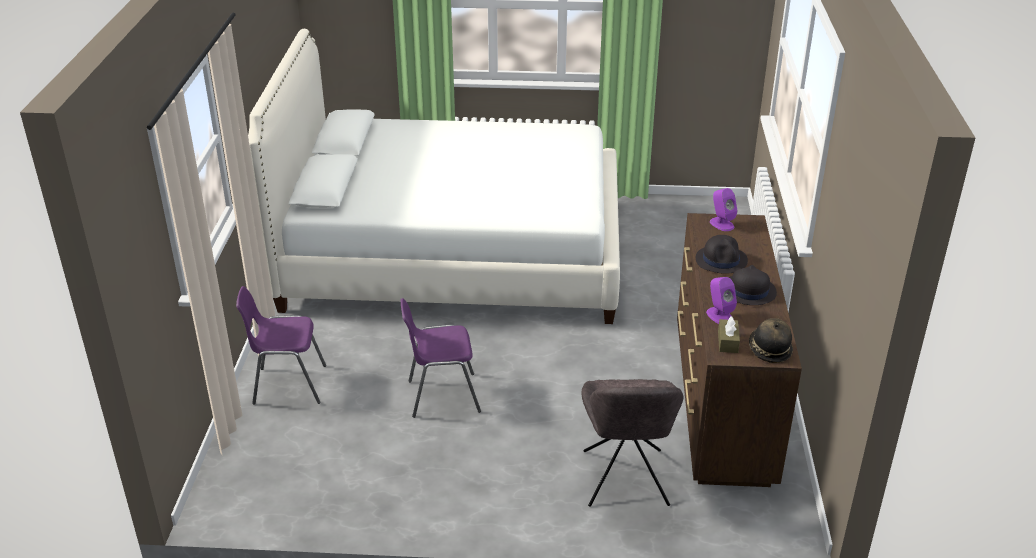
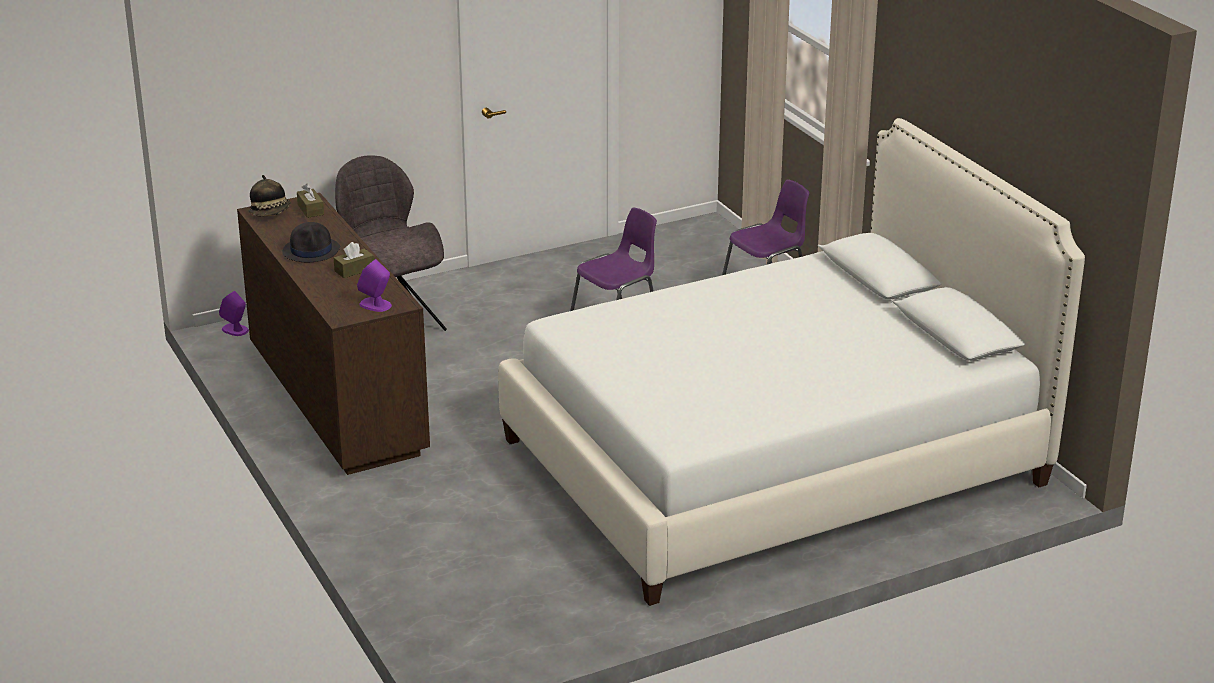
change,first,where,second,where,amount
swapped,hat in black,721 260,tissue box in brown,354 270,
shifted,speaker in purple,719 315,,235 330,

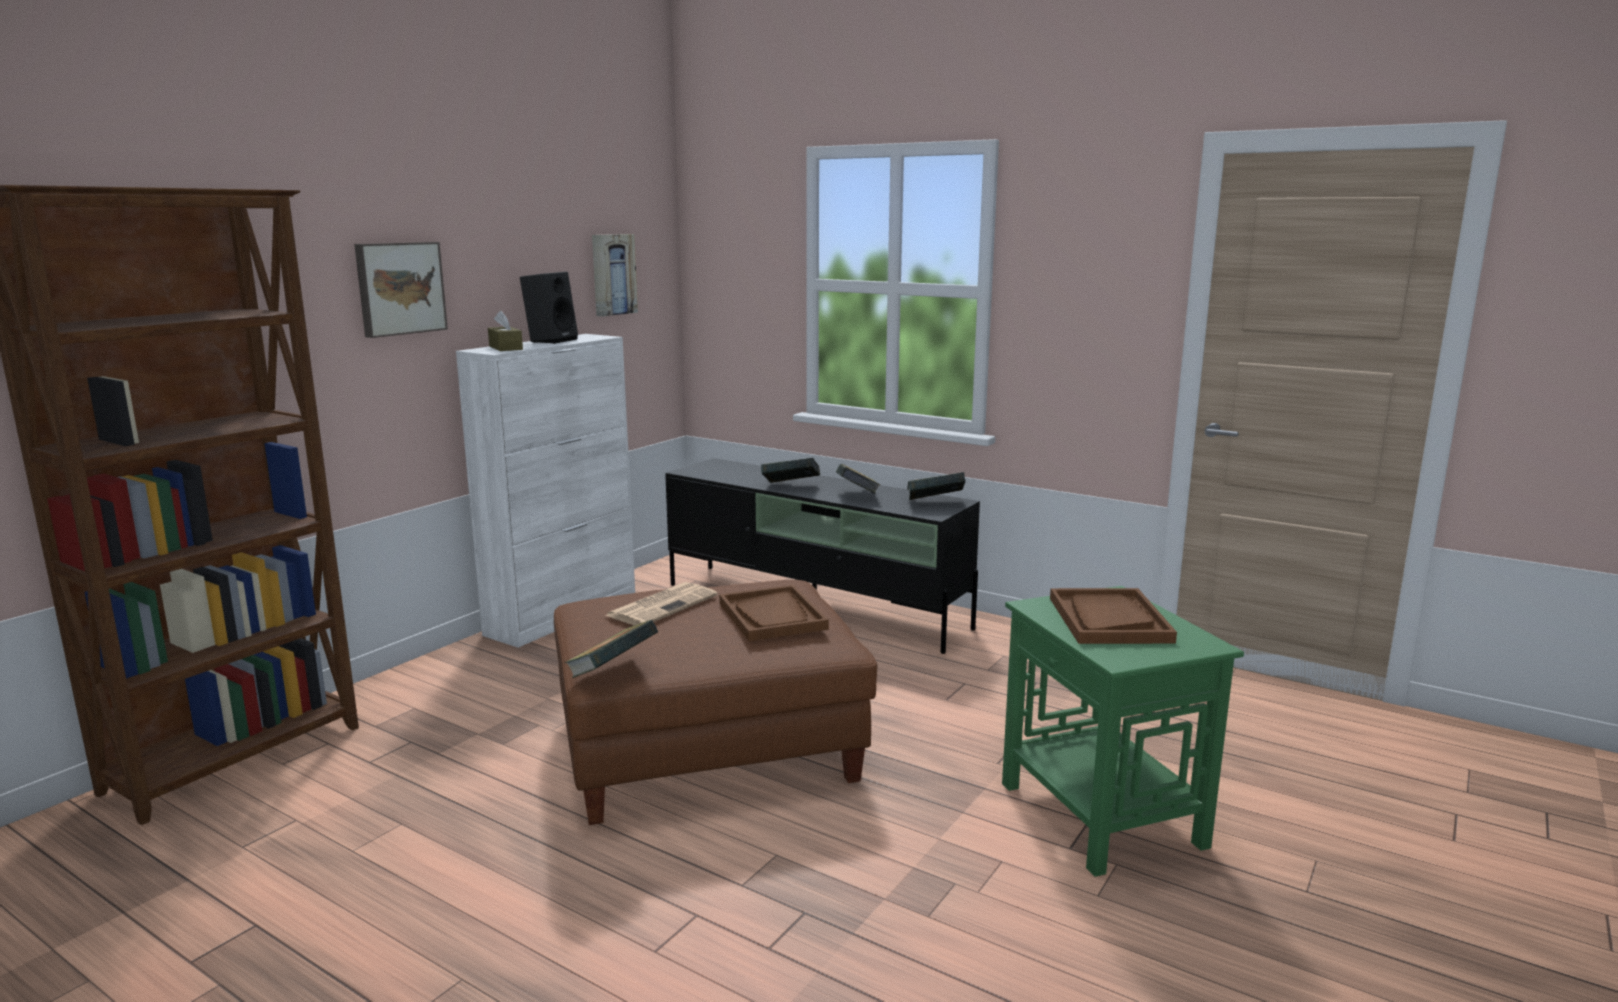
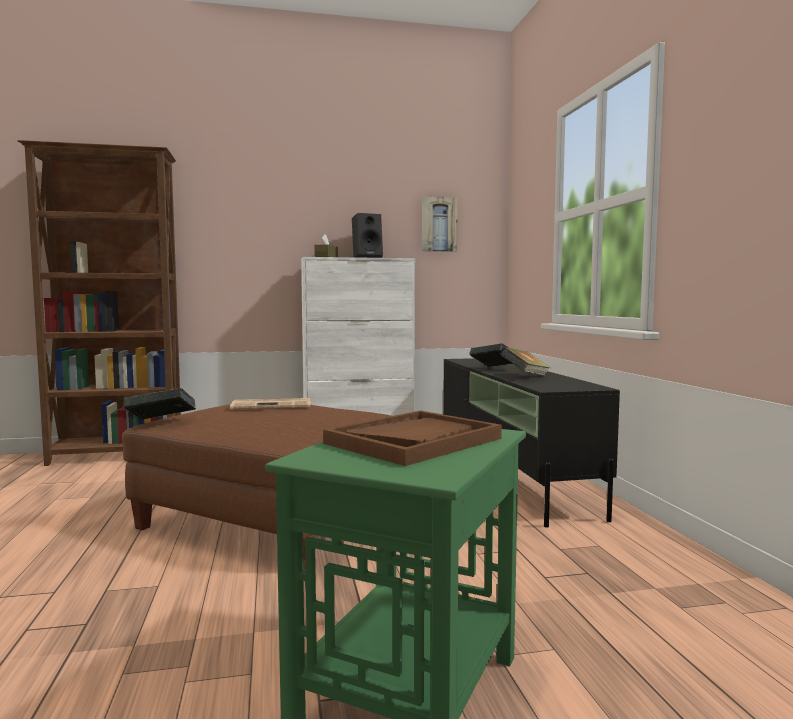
change,first,where,second,where,amount
gone,picture,399 288,,,
gone,tray in brown,772 616,,,
gone,book,934 503,,,

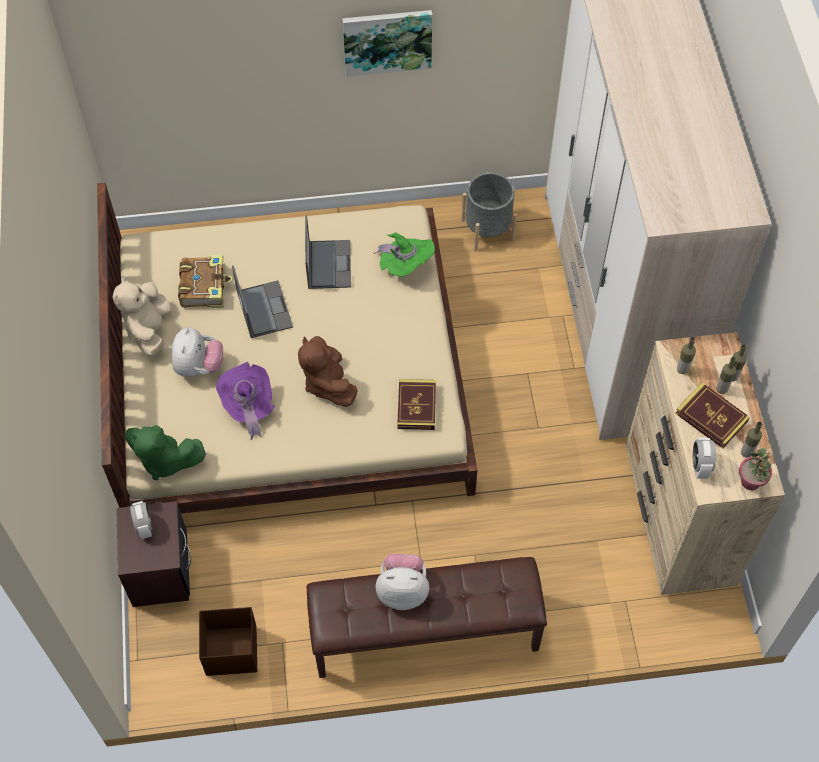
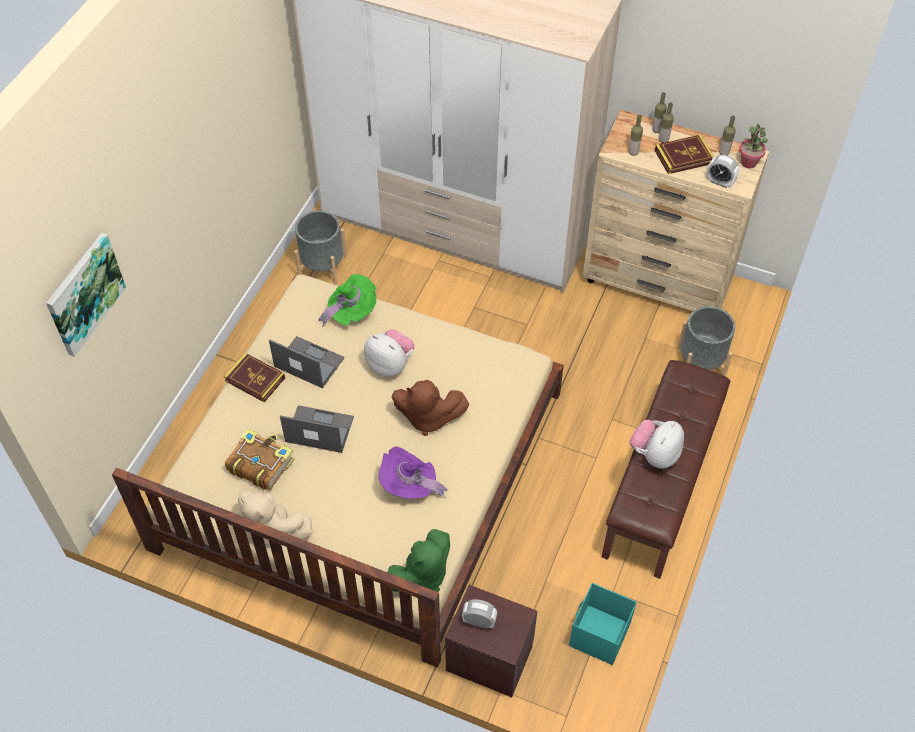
change,first,where,second,where,amount
shifted,plush toy,198 366,,390 365,
repainted,storage box in brown,230 650,storage box in turquoise,599 635,
shifted,picture,387 41,,84 293,
shifted,book,416 406,,255 379,
new,,,planter in grey,700 362,

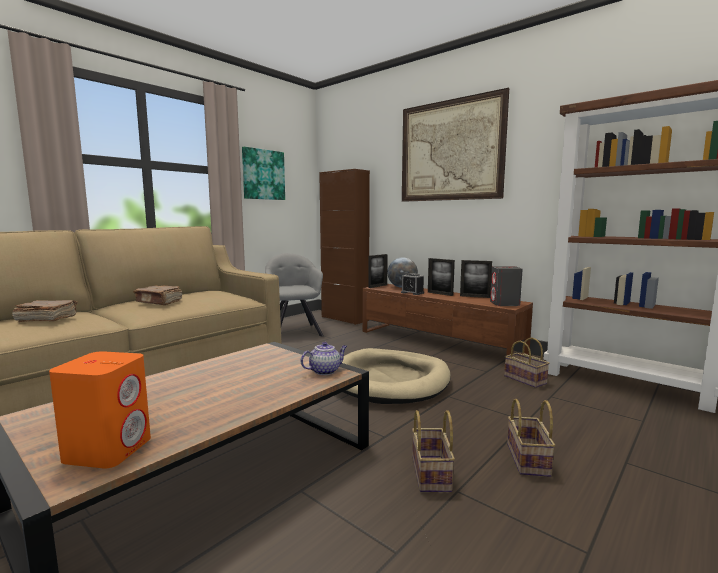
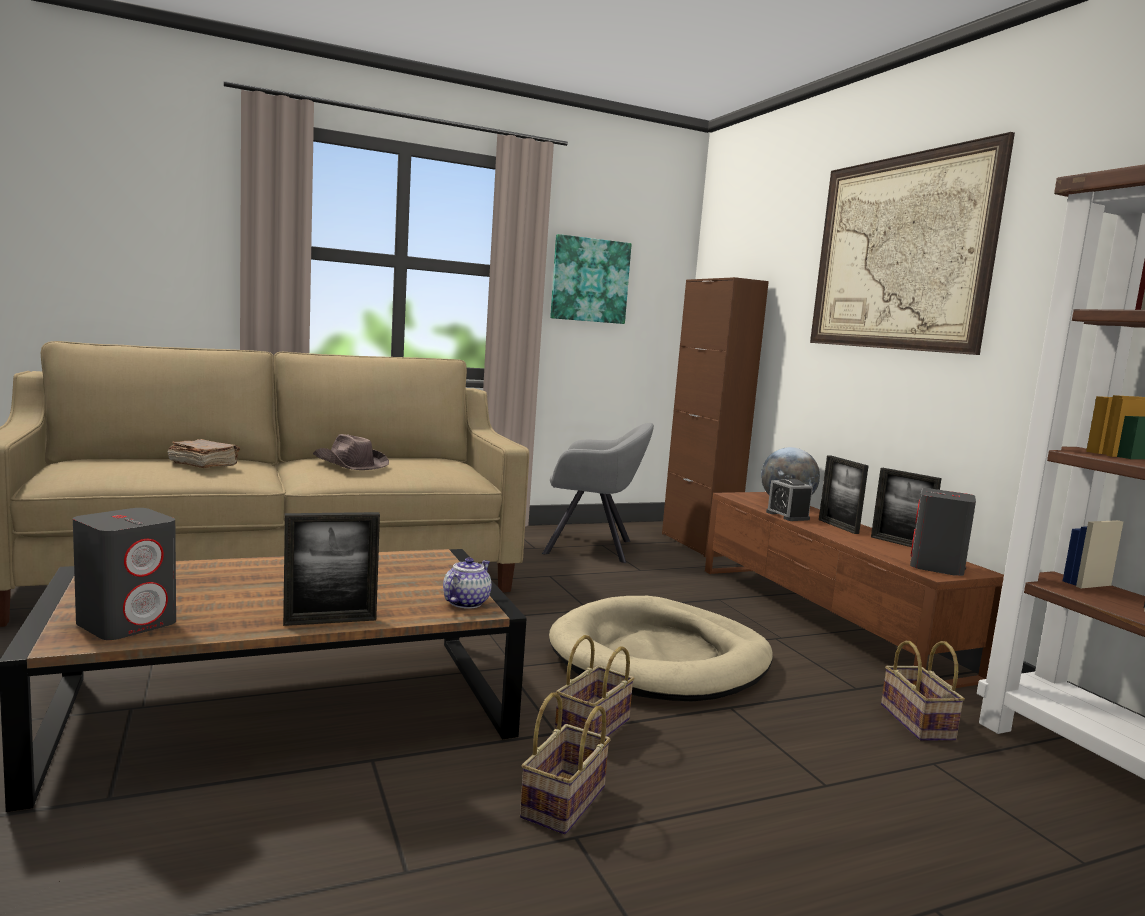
change,first,where,second,where,amount
repainted,speaker in orange,109 449,speaker in grey,128 623,
swapped,book in brown,159 302,hat in brown,350 464,
rotated,armchair in grey,294 331,,592 547,90 degrees clockwise
rotated,teapot,325 371,,466 602,60 degrees counterclockwise
shifted,picture frame,378 286,,330 621,
shifted,basket,529 460,,593 729,

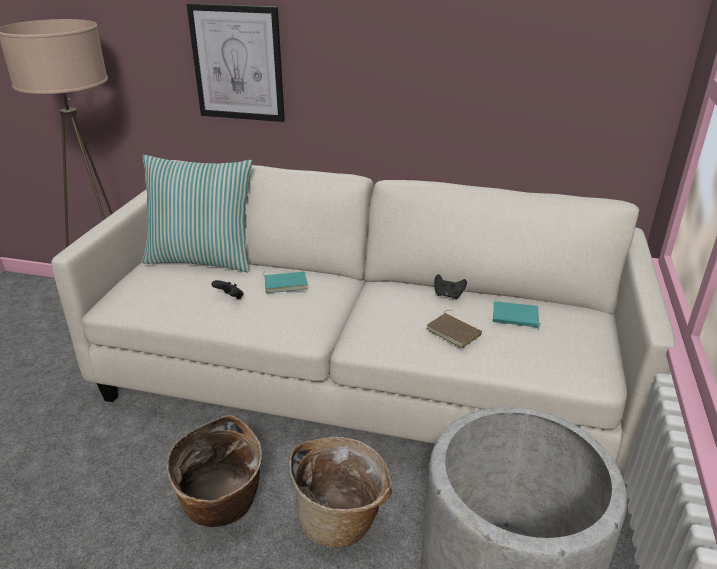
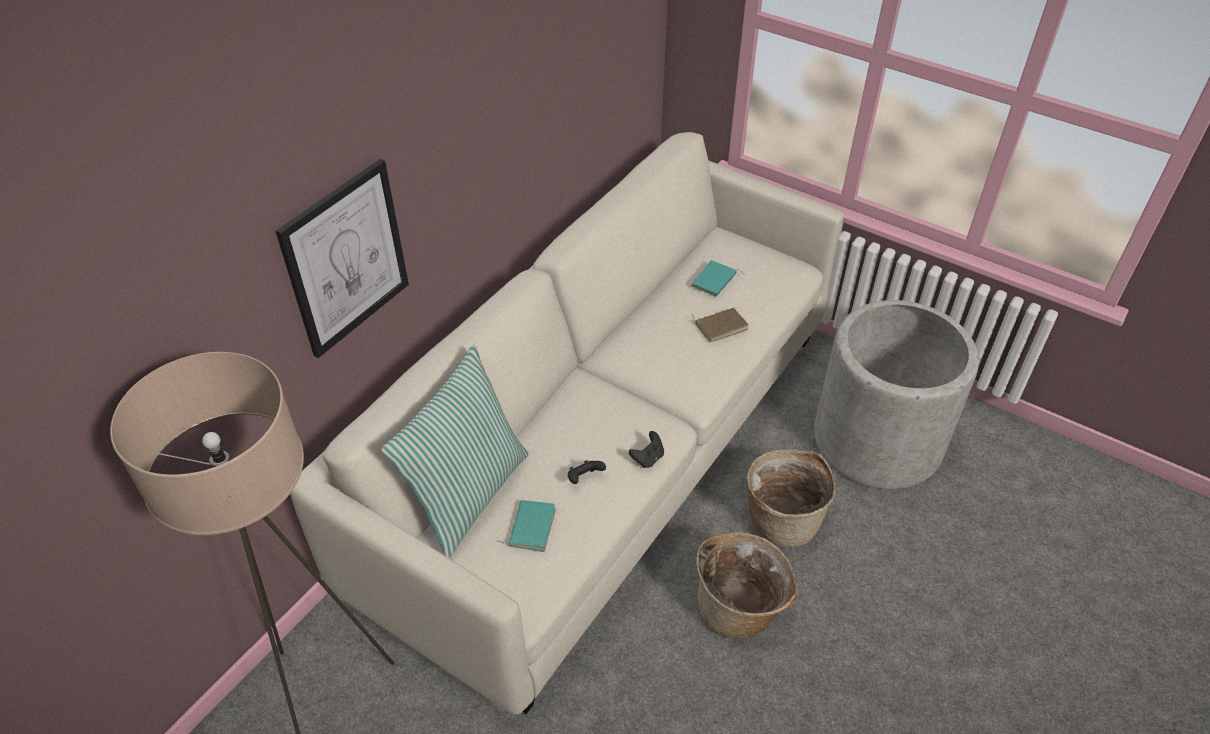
change,first,where,second,where,amount
shifted,book in turquoise,285 283,,530 527,
shifted,game controller in black,448 295,,648 458,

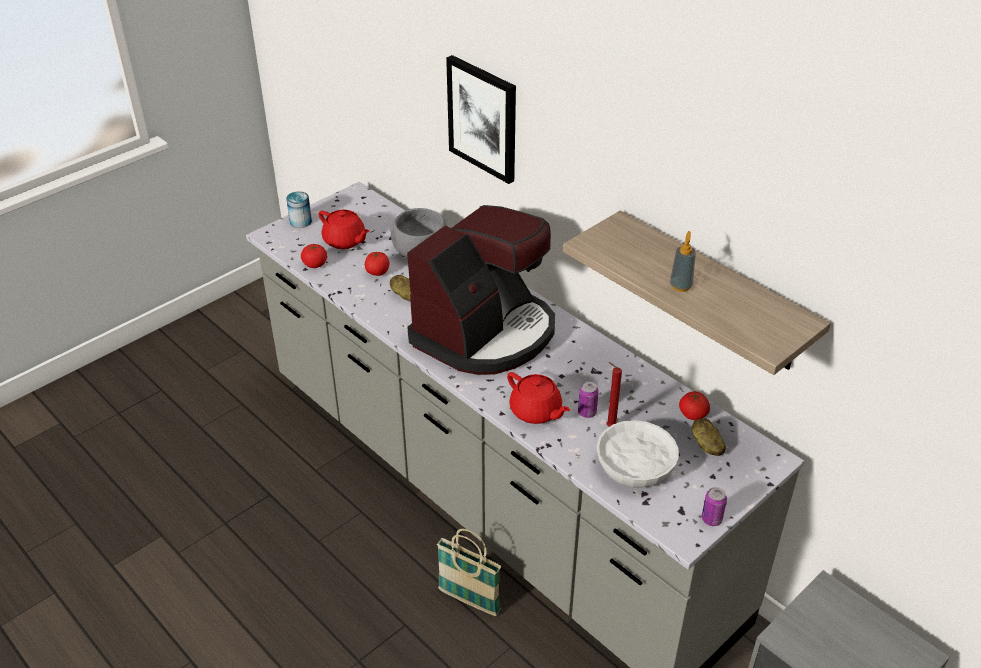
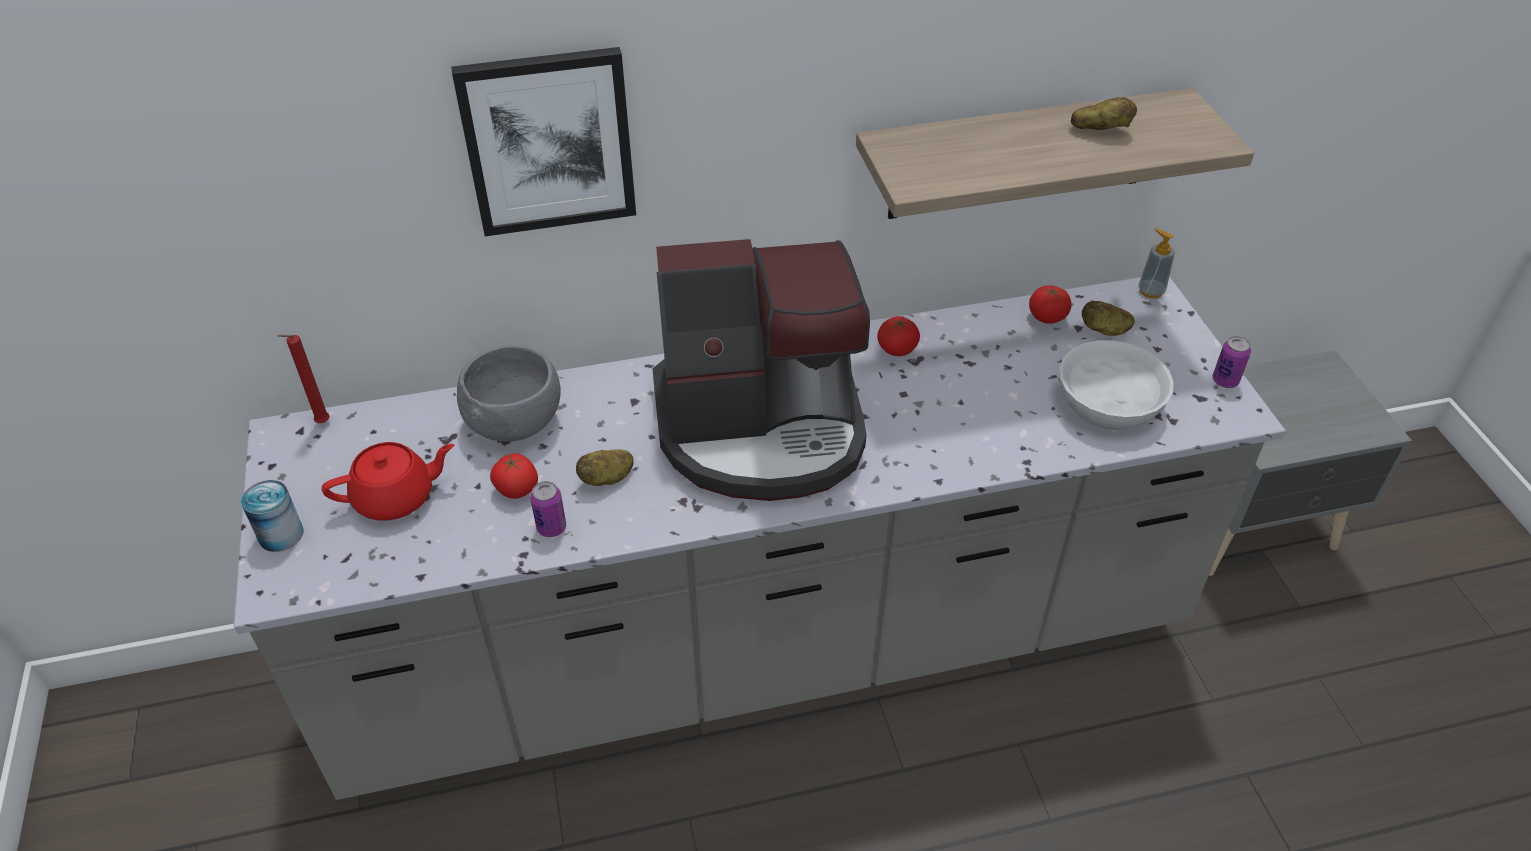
change,first,where,second,where,amount
shifted,tomato,315 264,,897 349,
rotated,coffee machine,486 333,,762 428,105 degrees clockwise
gone,basket,469 601,,,
gone,teapot in red,536 411,,,
shifted,can,587 412,,551 528,
shifted,candle in red,609 426,,321 423,
shifted,soap dispenser,680 286,,1150 291,
new,,,potato,1100 129,

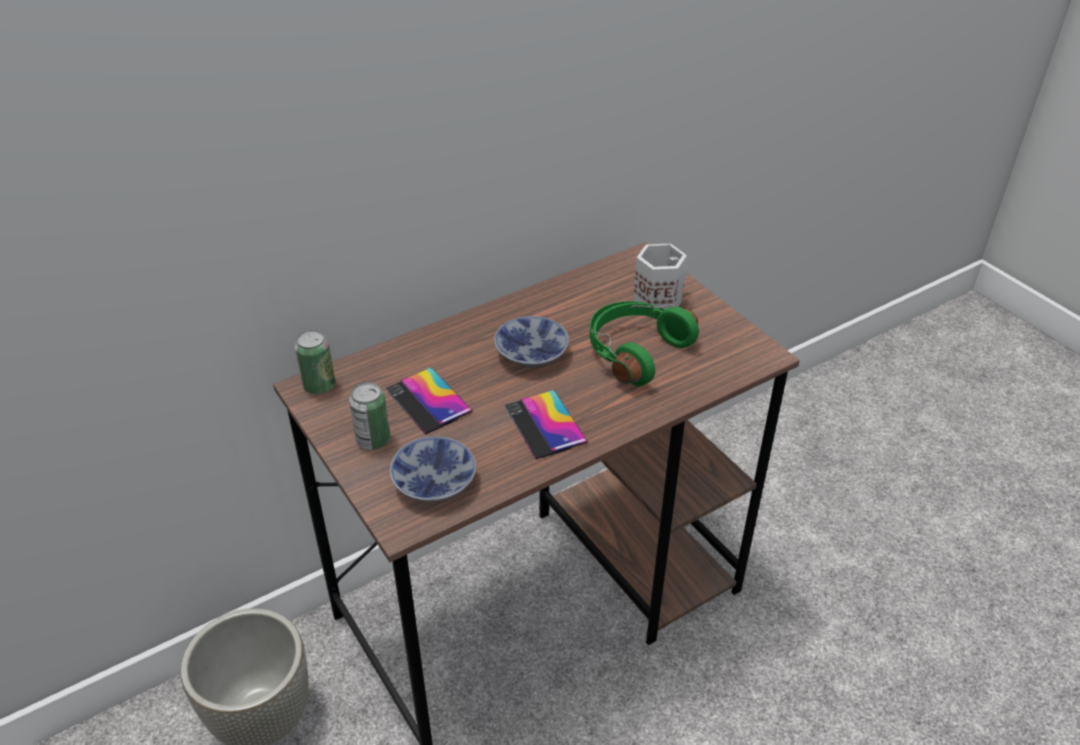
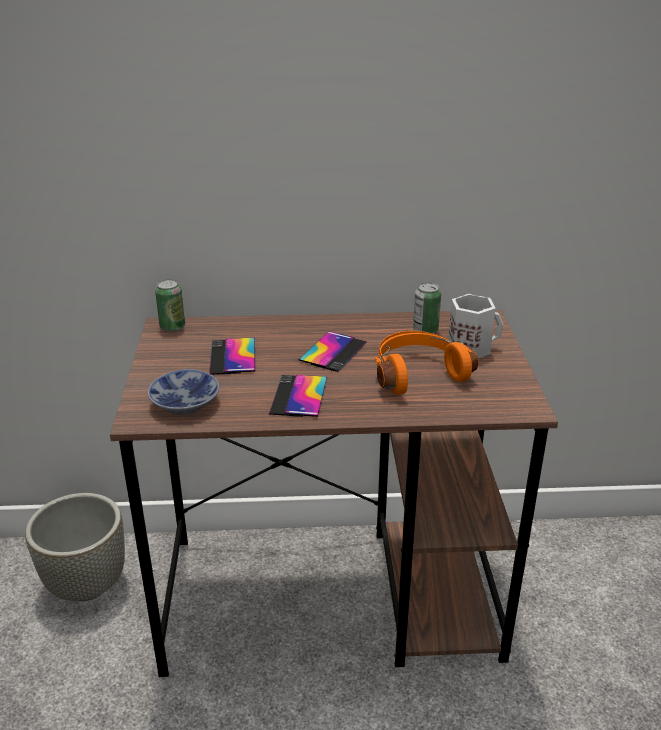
change,first,where,second,where,amount
shifted,can,373 440,,425 330,
swapped,bowl,529 354,phone,333 351,
repainted,headphones in green,634 351,headphones in orange,417 373,

